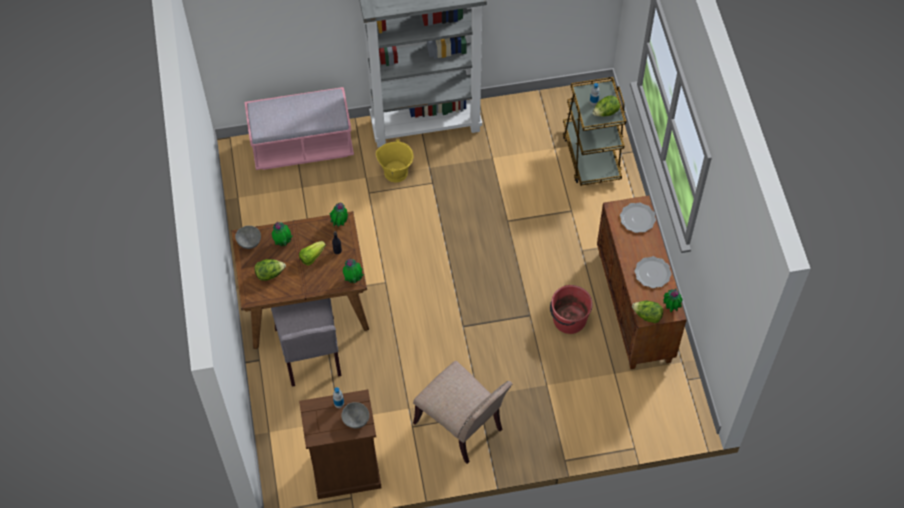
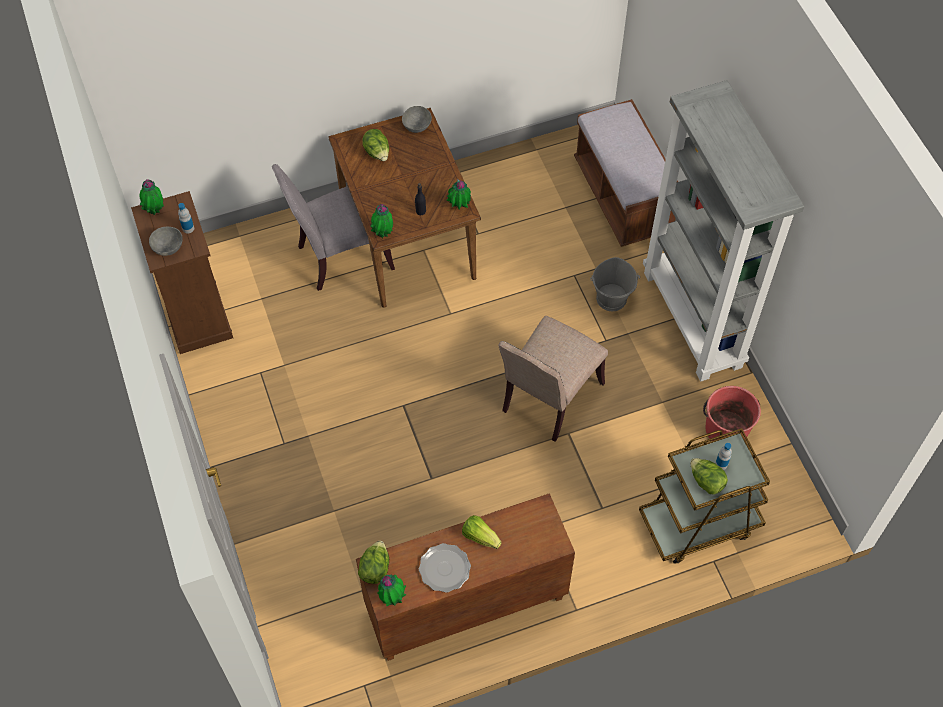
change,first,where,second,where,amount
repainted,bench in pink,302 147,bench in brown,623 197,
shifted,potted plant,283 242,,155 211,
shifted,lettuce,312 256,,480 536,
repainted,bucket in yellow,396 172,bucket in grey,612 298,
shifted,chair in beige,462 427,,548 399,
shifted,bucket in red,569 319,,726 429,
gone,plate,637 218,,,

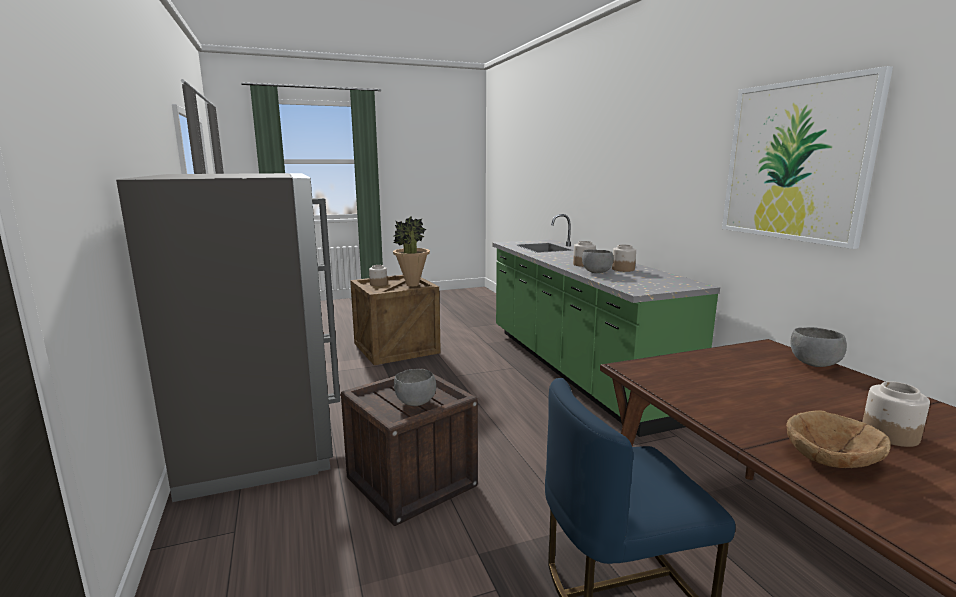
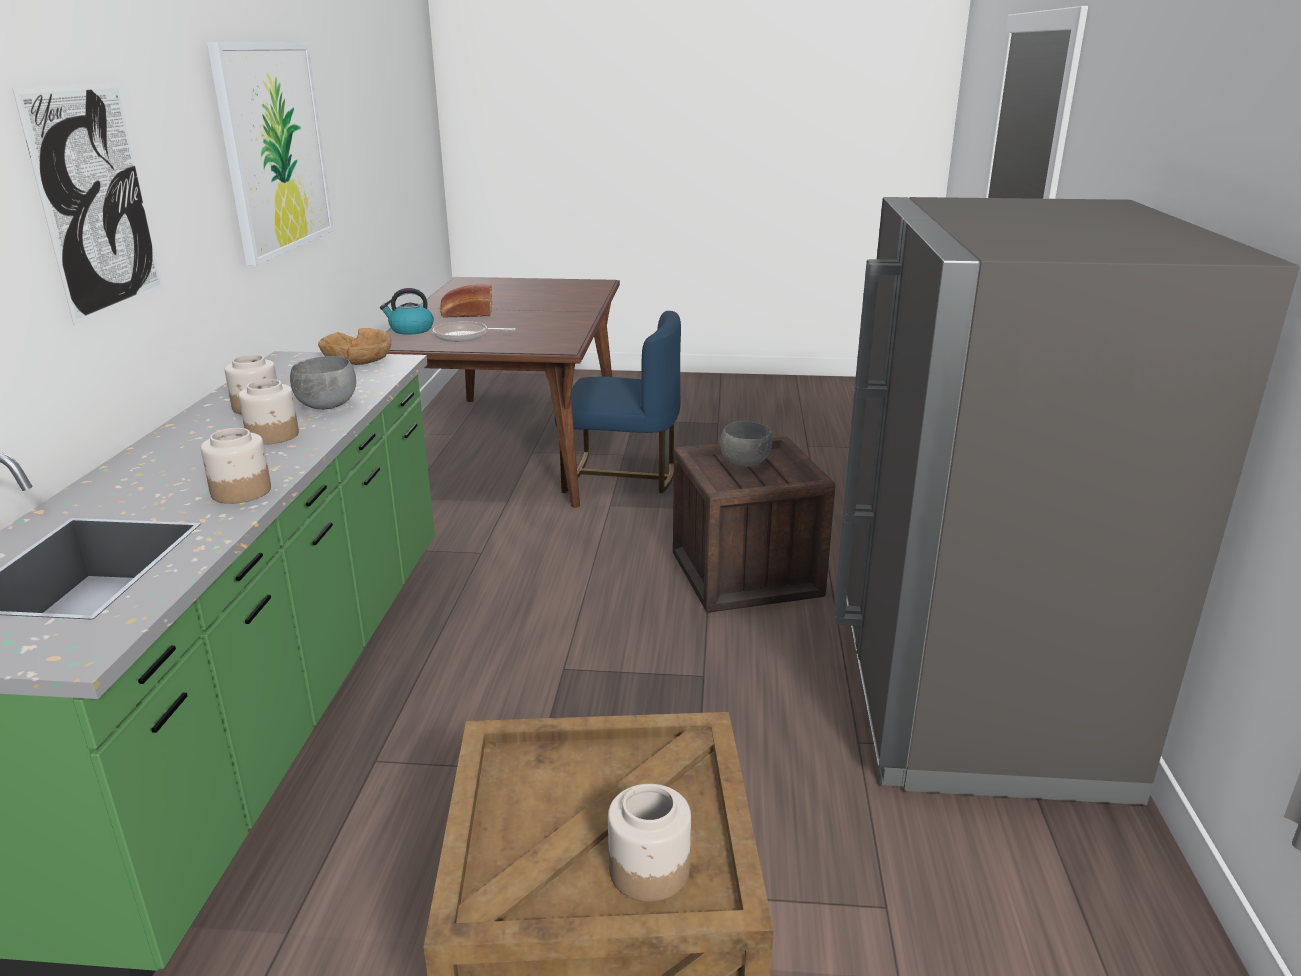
change,first,where,second,where,amount
gone,potted plant,412 285,,,
shifted,bowl in brown,831 458,,359 362,
swapped,bowl in grey,813 364,kettle,411 330,
shifted,jar,889 434,,241 492,
new,,,picture,96 200,
new,,,frying pan,464 336,
new,,,bread,466 314,

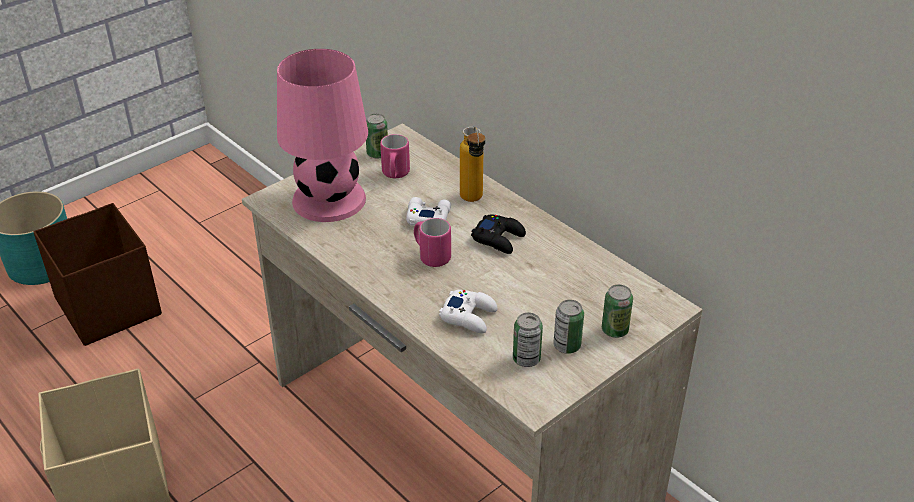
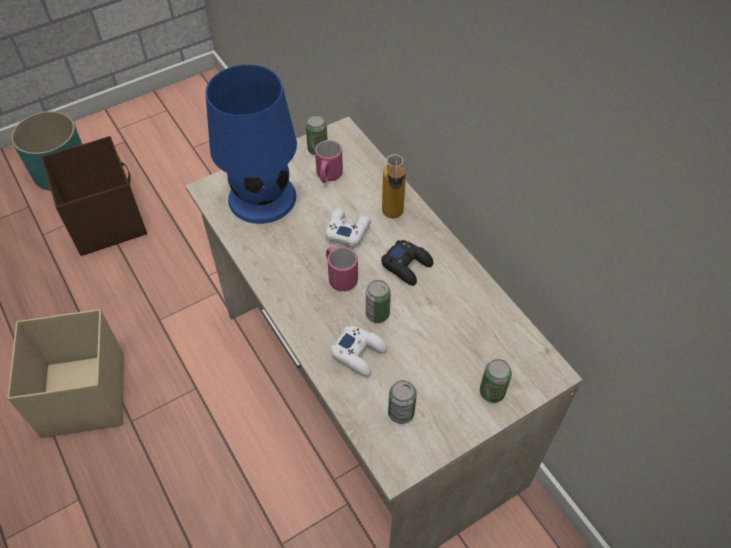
change,first,where,second,where,amount
repainted,table lamp in pink,330 200,table lamp in blue,263 198,
shifted,can,567 346,,377 314,

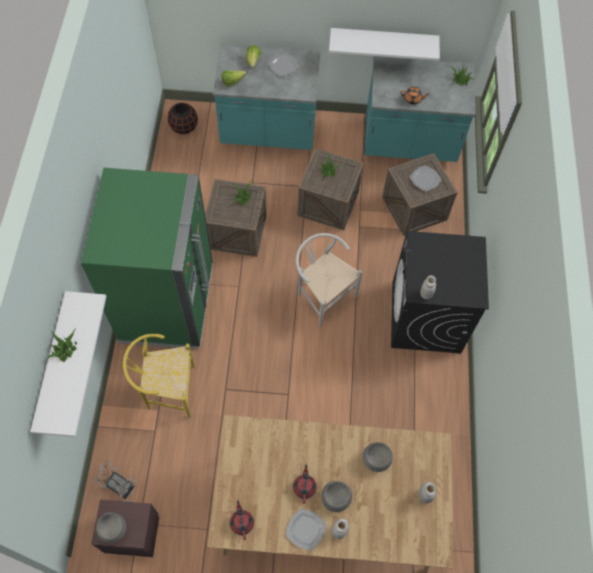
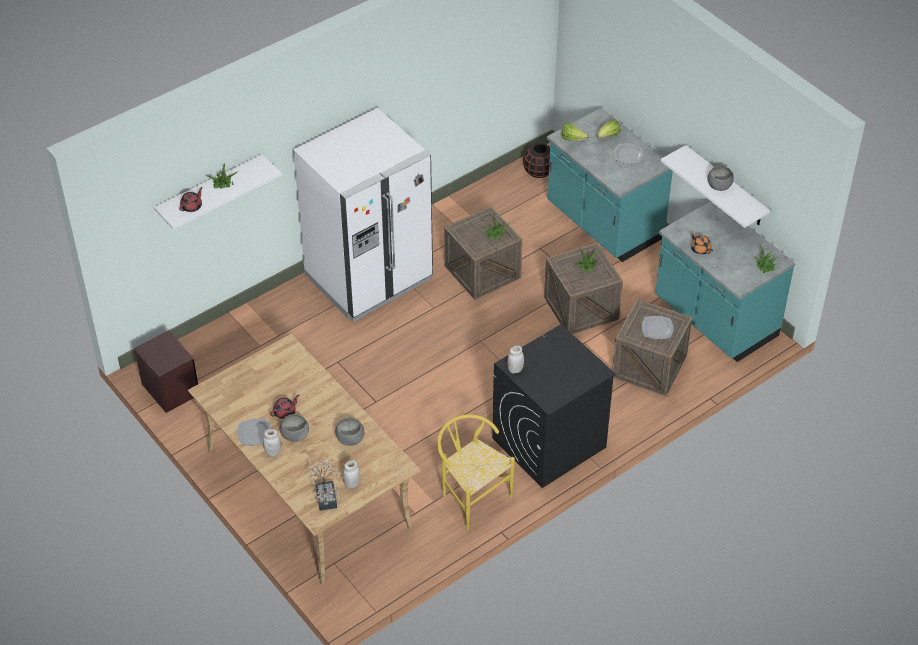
change,first,where,second,where,amount
repainted,fridge in green,167 304,fridge in white,369 278,
shifted,potted plant,118 484,,326 495,
shifted,bowl in grey,113 529,,719 186,
shifted,chair in yellow,167 390,,471 496,
shifted,teapot in red,242 522,,192 206,
gone,chair in white,322 295,,,

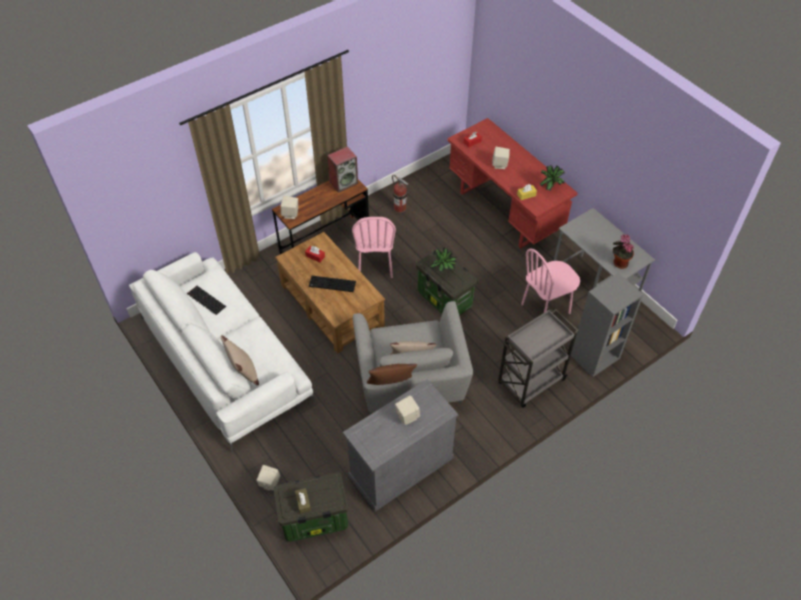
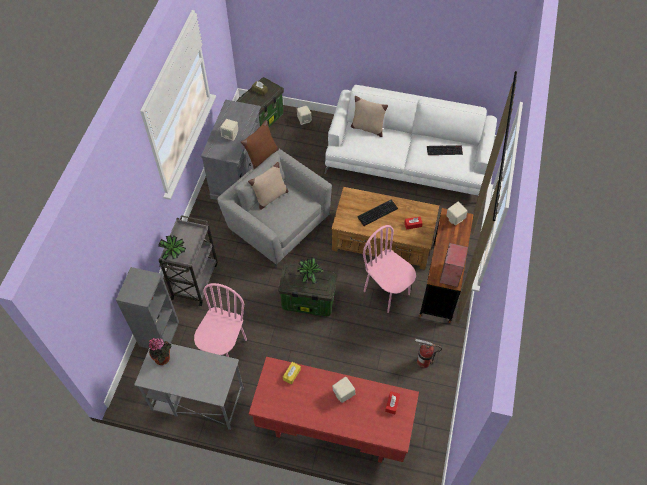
change,first,where,second,where,amount
shifted,potted plant,550 188,,175 256,

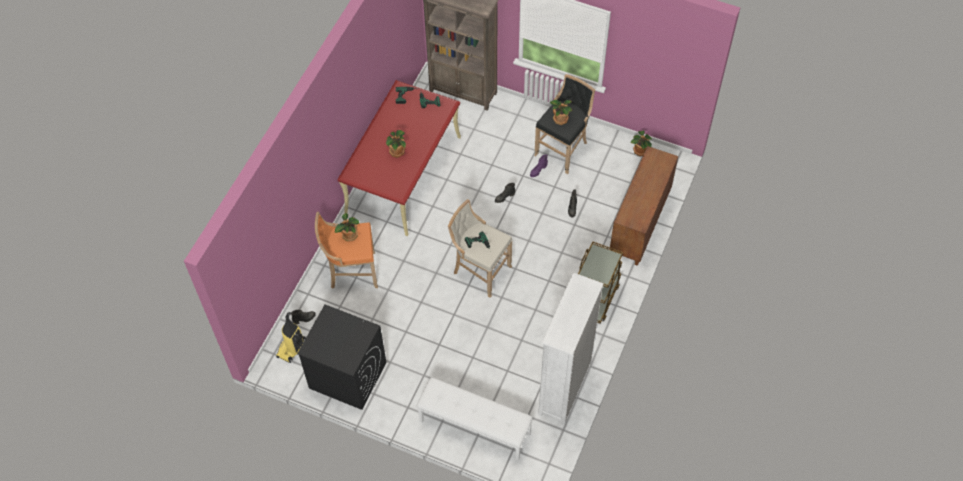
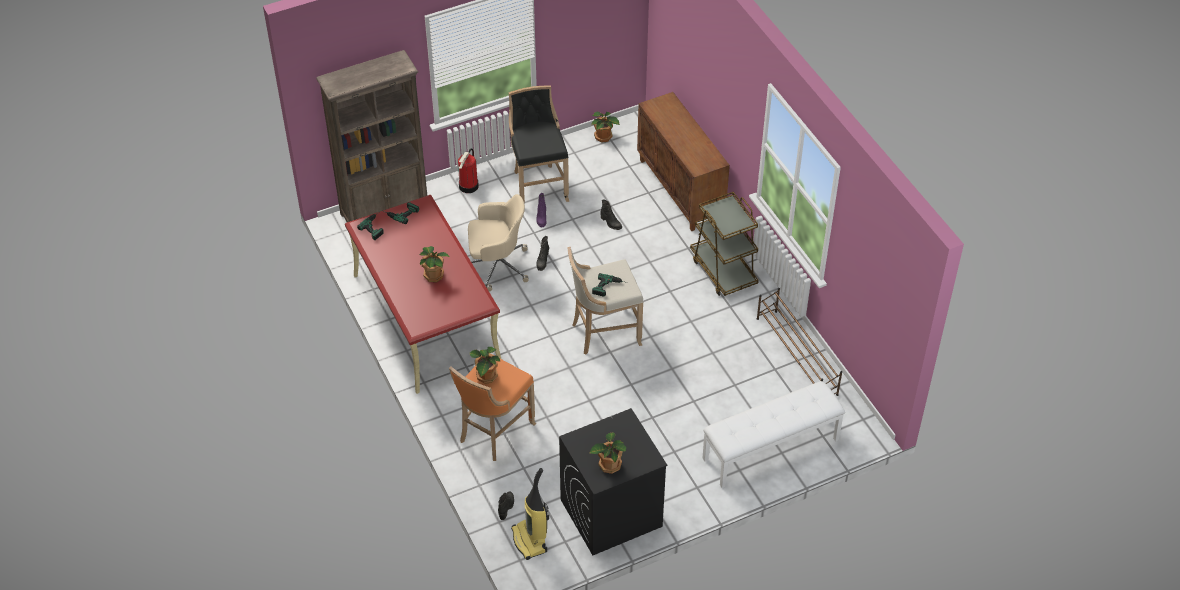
change,first,where,second,where,amount
swapped,bookcase in white,564 389,shoe rack in brown,796 356,
shifted,potted plant,560 119,,609 465,
new,,,fire extinguisher,469 186,
new,,,office chair in beige,497 265,

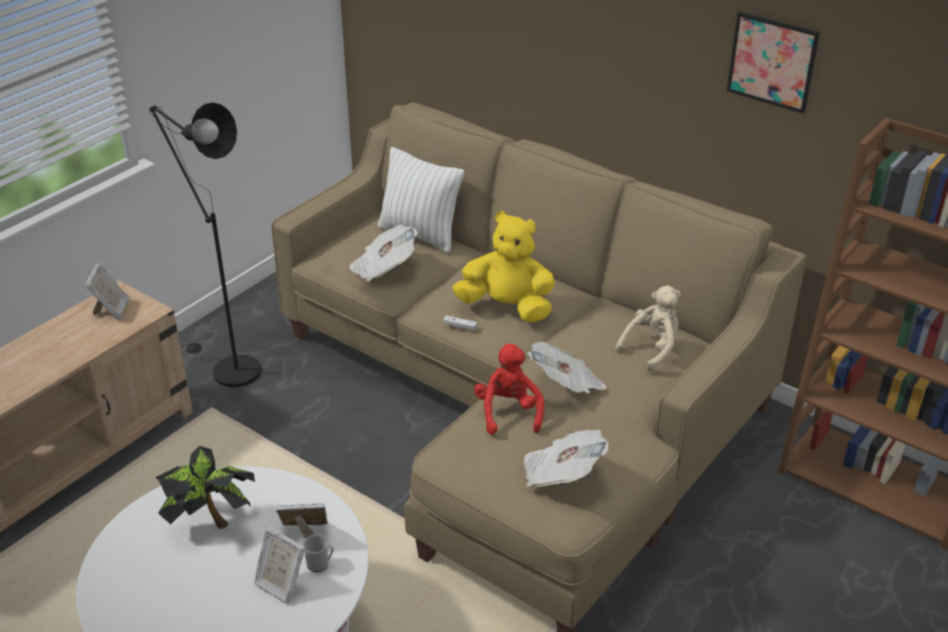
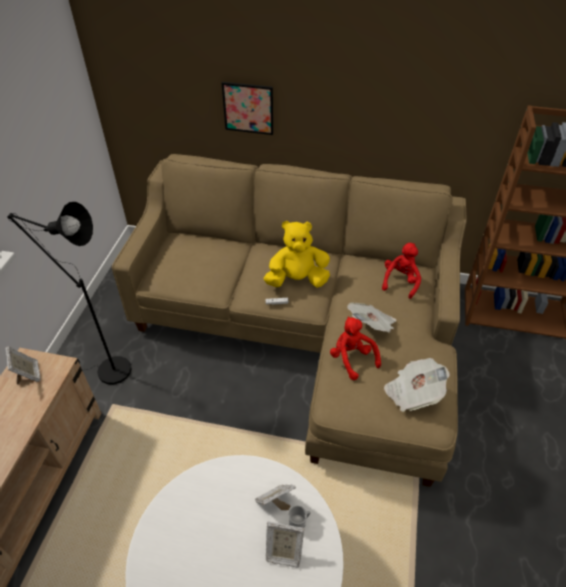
change,first,where,second,where,amount
gone,potted plant,211 521,,,
gone,newspaper,383 268,,,
gone,pillow in white,420 234,,,
repainted,plush toy in beige,652 348,plush toy in red,400 281,
shifted,picture,772 62,,248 108,

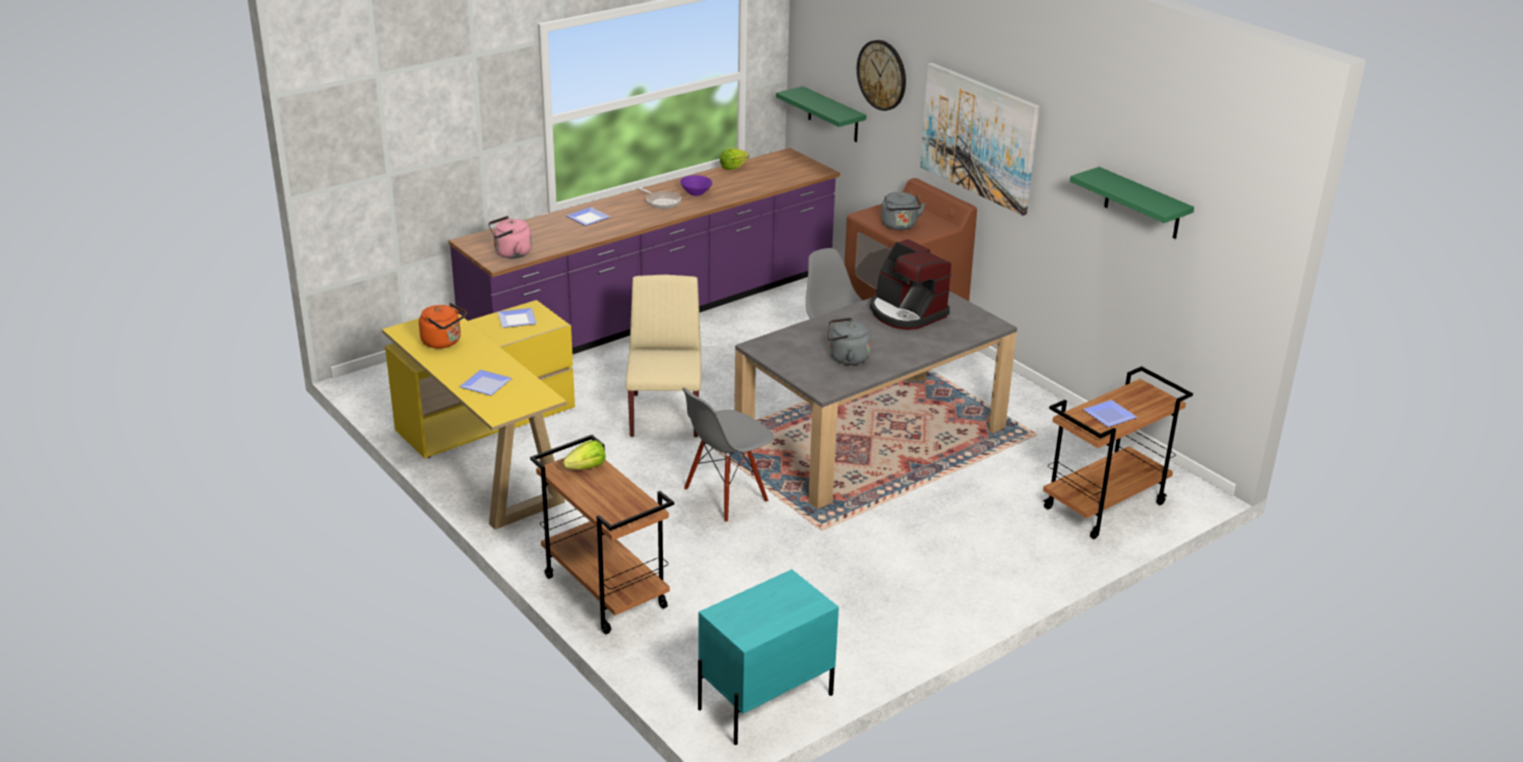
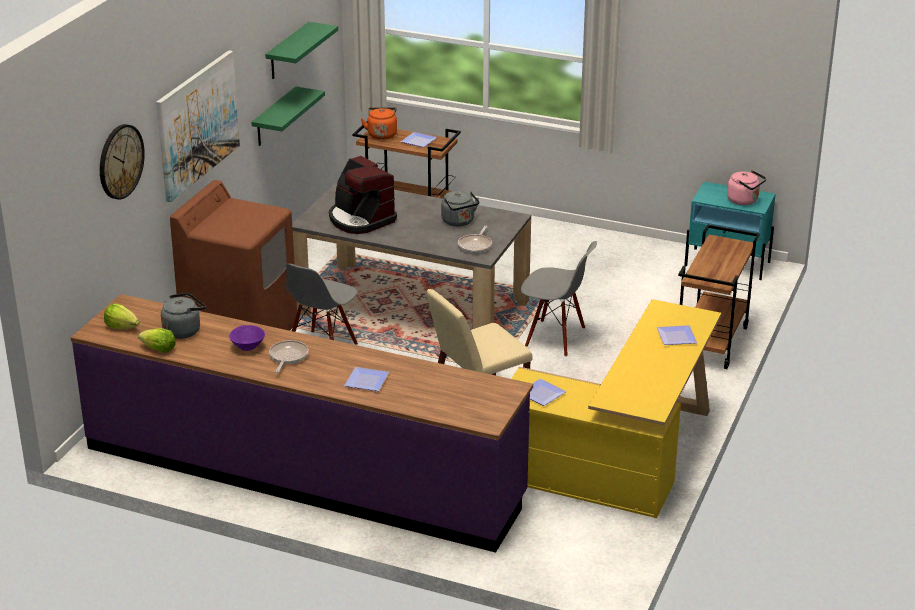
change,first,where,second,where,amount
shifted,kettle in orange,444 342,,382 134,
shifted,kettle in pink,510 253,,744 201,
shifted,lettuce,586 468,,121 327,
shifted,shelf in green,833 115,,274 117,
rotated,coffee machine,906 312,,360 219,120 degrees clockwise
shifted,kettle in grey,899 226,,184 330,
new,,,frying pan,476 245,

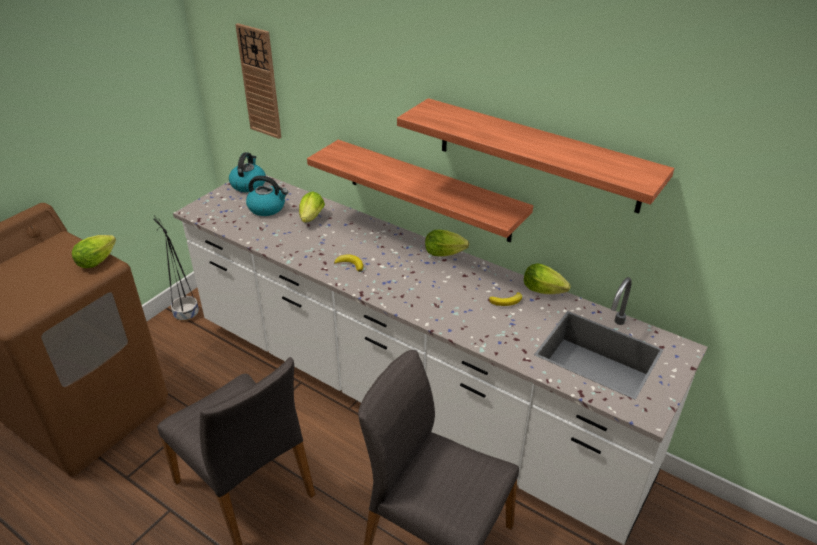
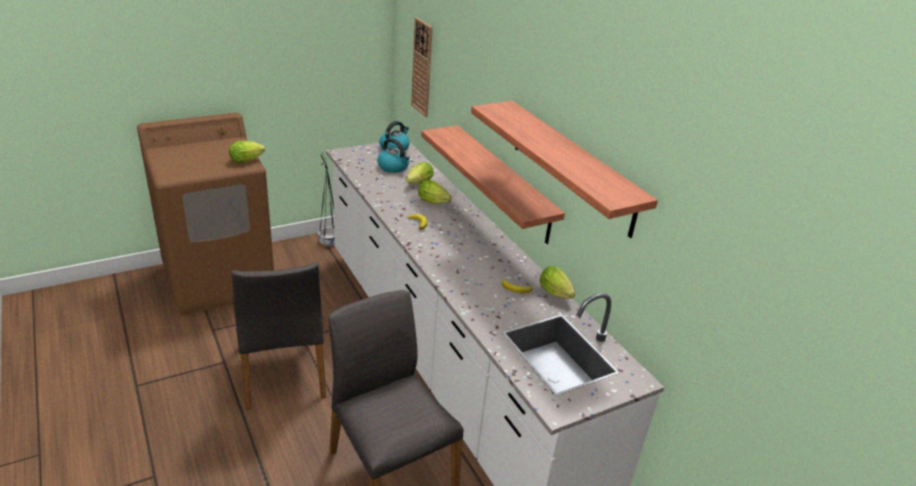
change,first,where,second,where,amount
shifted,lettuce,446 253,,435 202,

